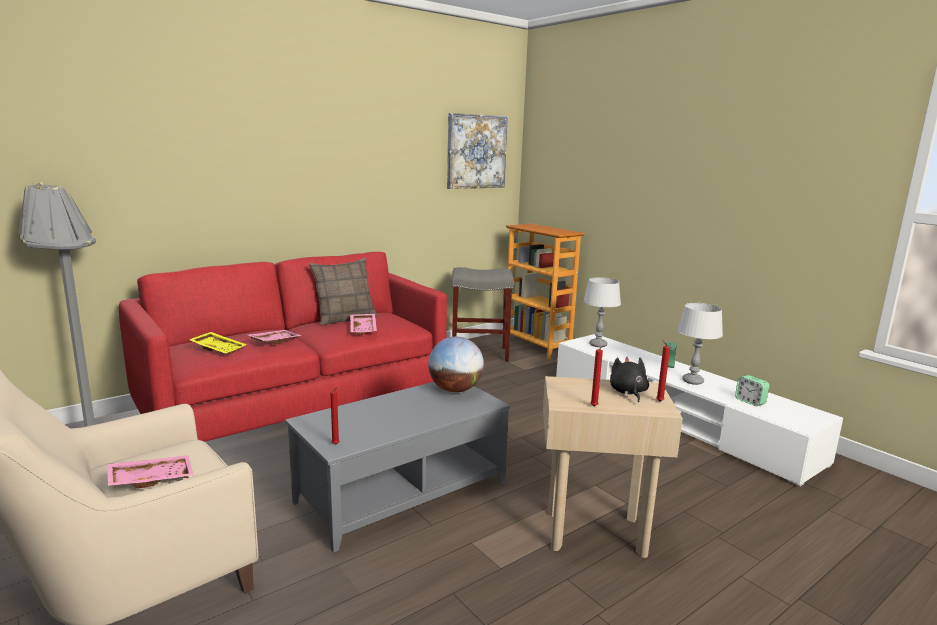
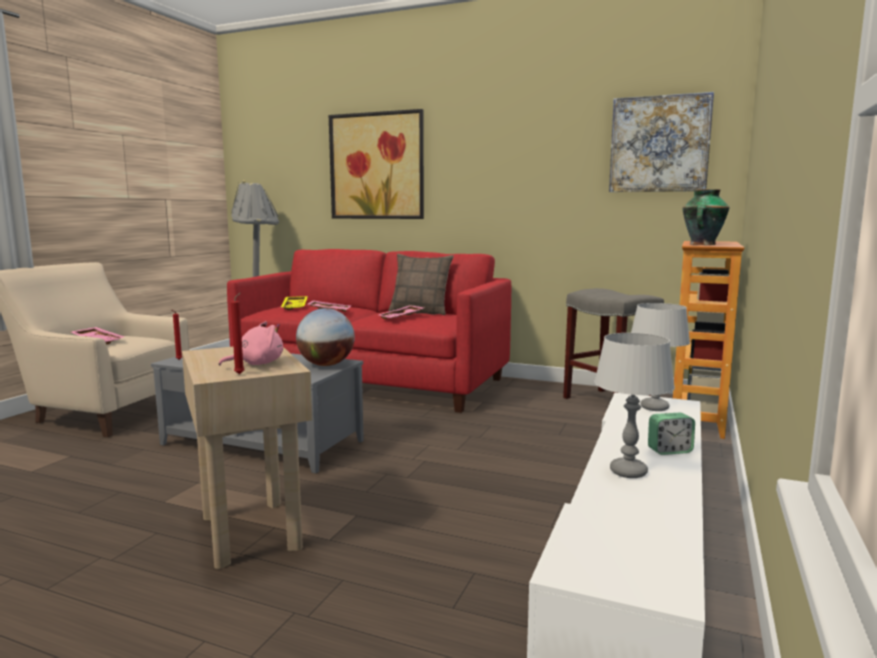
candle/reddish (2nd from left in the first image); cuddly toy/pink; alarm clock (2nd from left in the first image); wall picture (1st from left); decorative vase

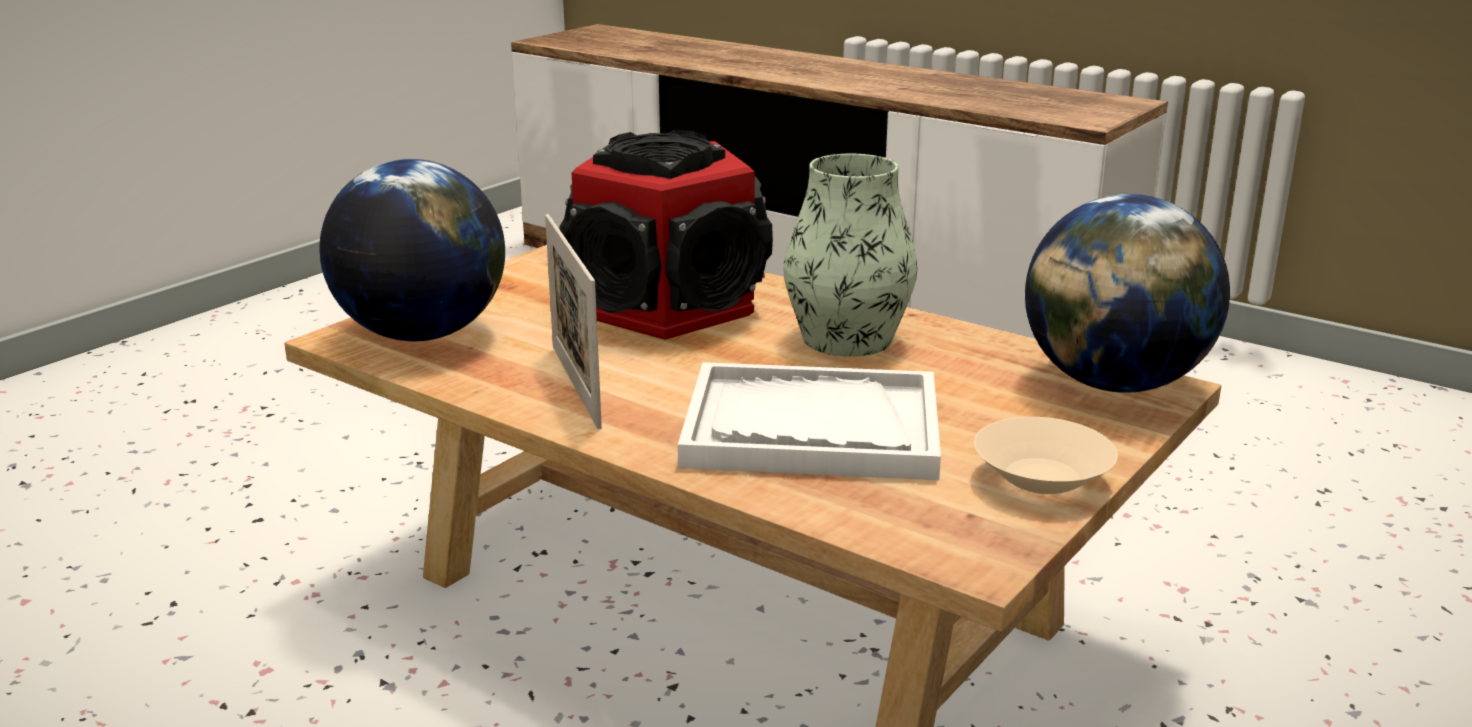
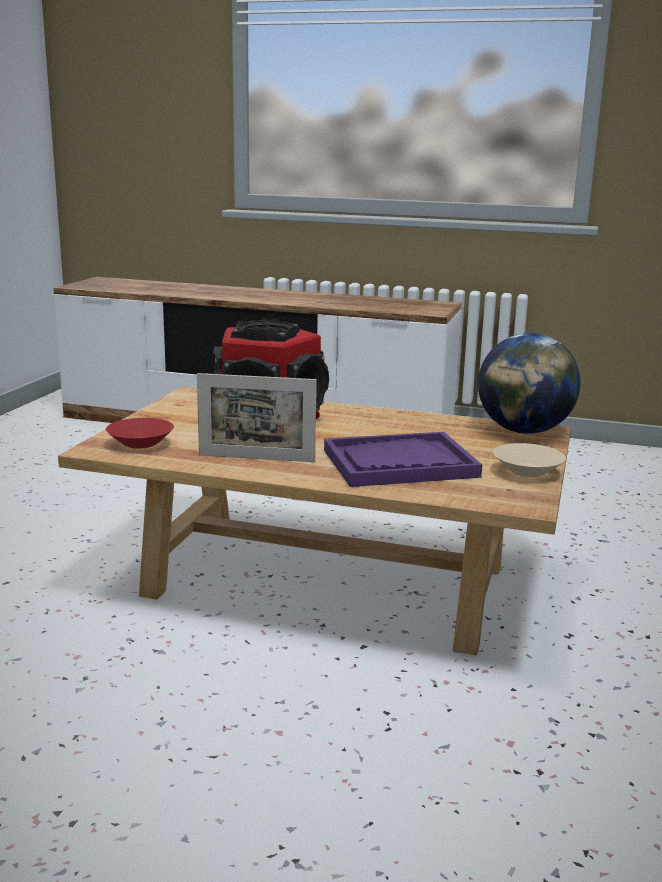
decorative vase; serving bowl/reddish; picture frame; carrying tray/purple

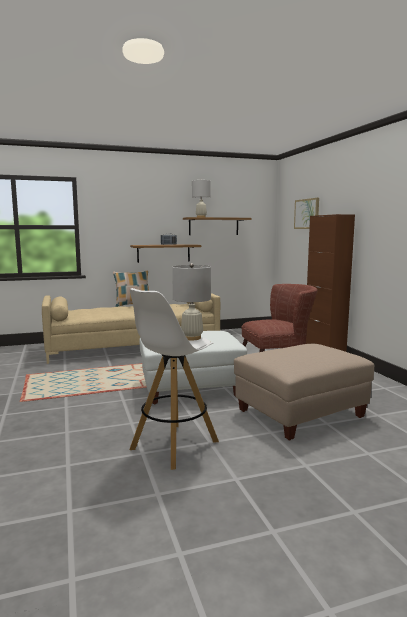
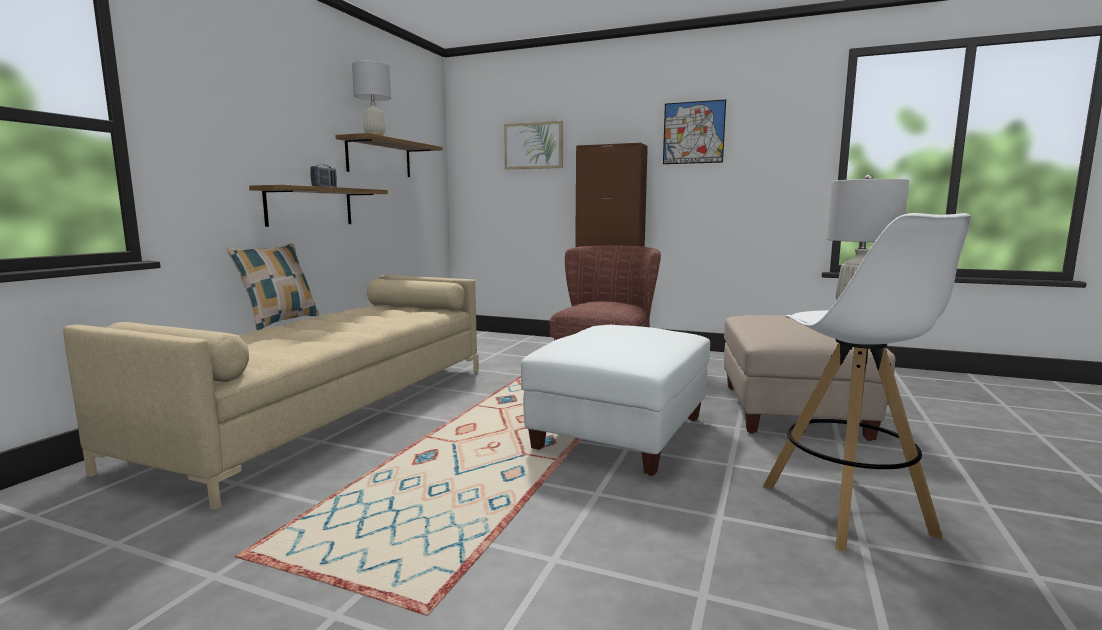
wall picture (2nd from left)

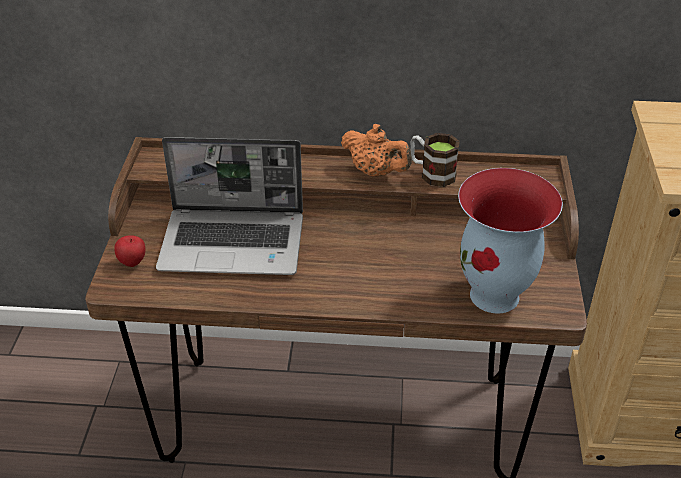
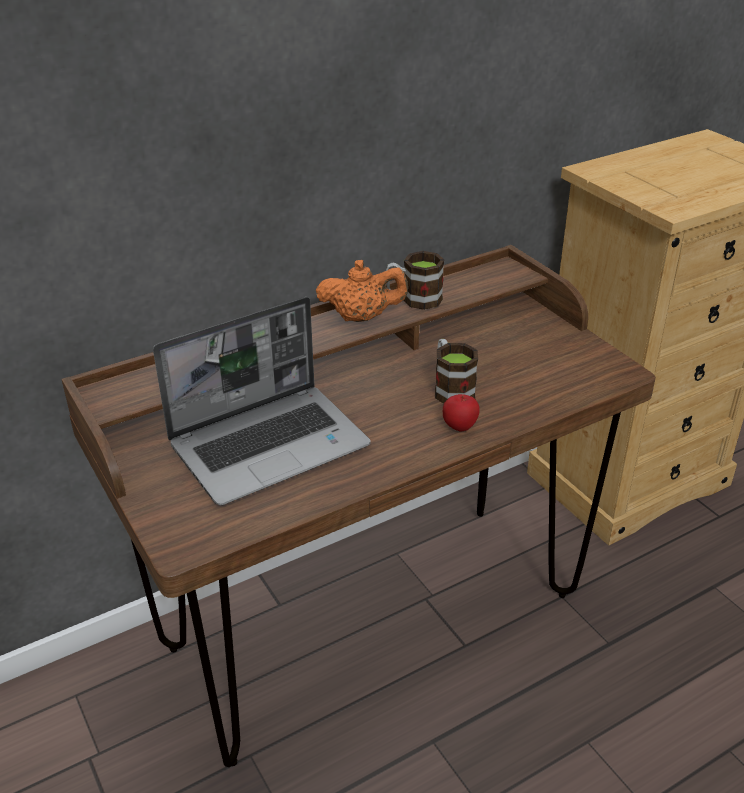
decorative vase; apple fruit; mug (2nd from left)

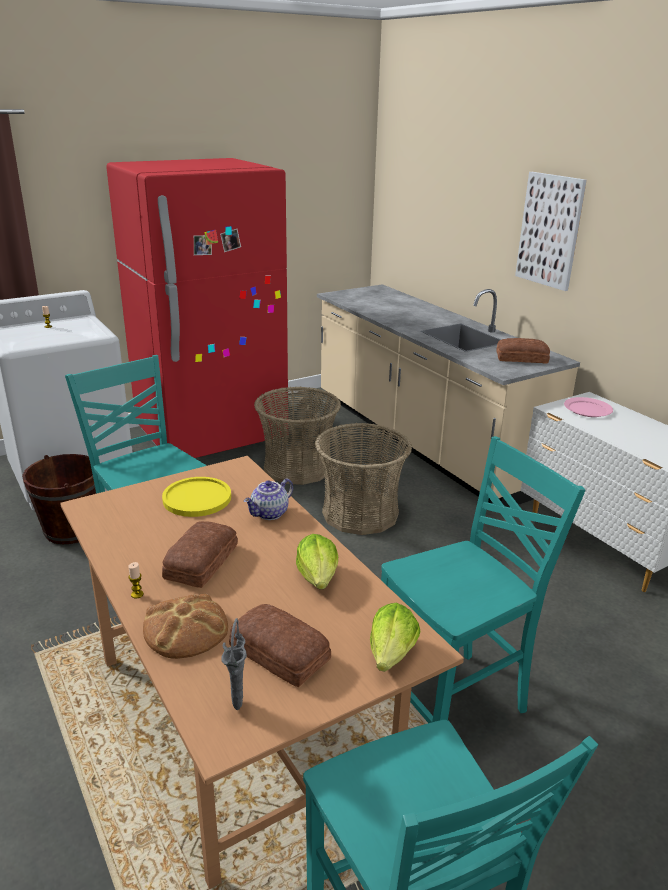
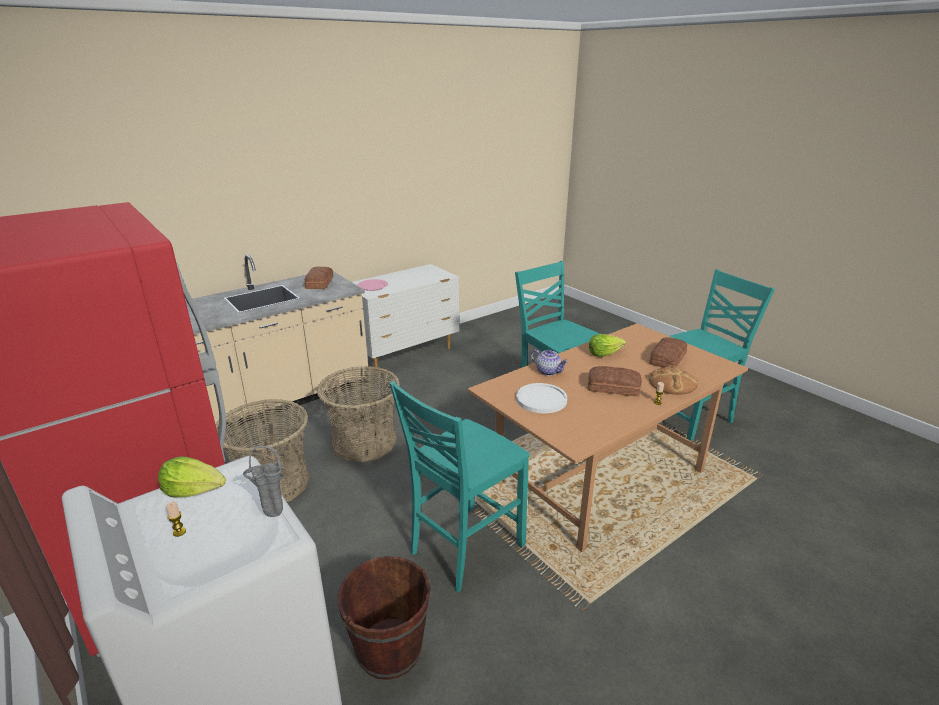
wall picture; dinner plate/whitish; lettuce (1st from left); decorative vase/grey

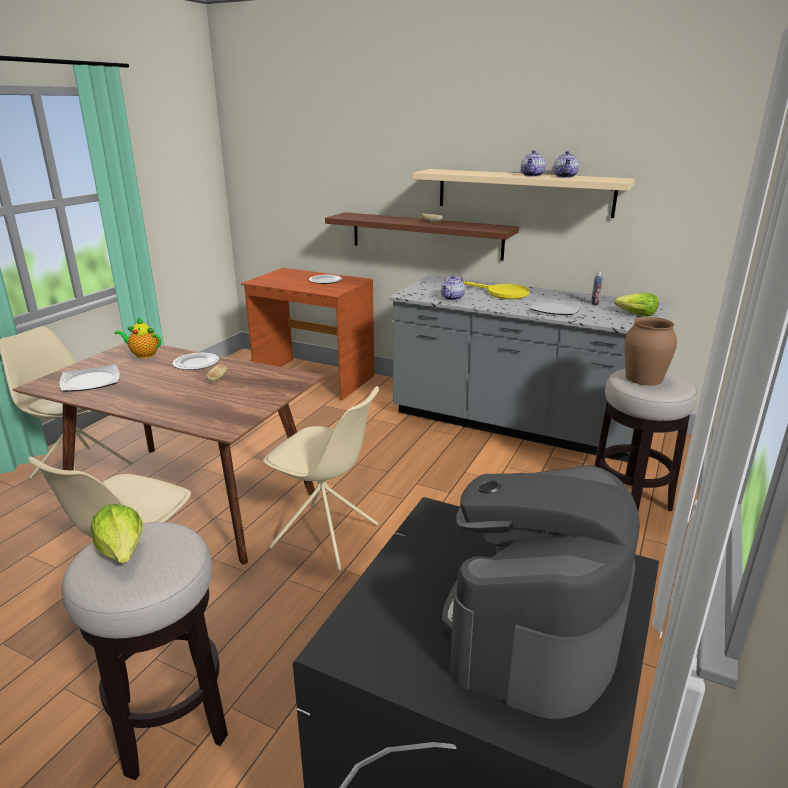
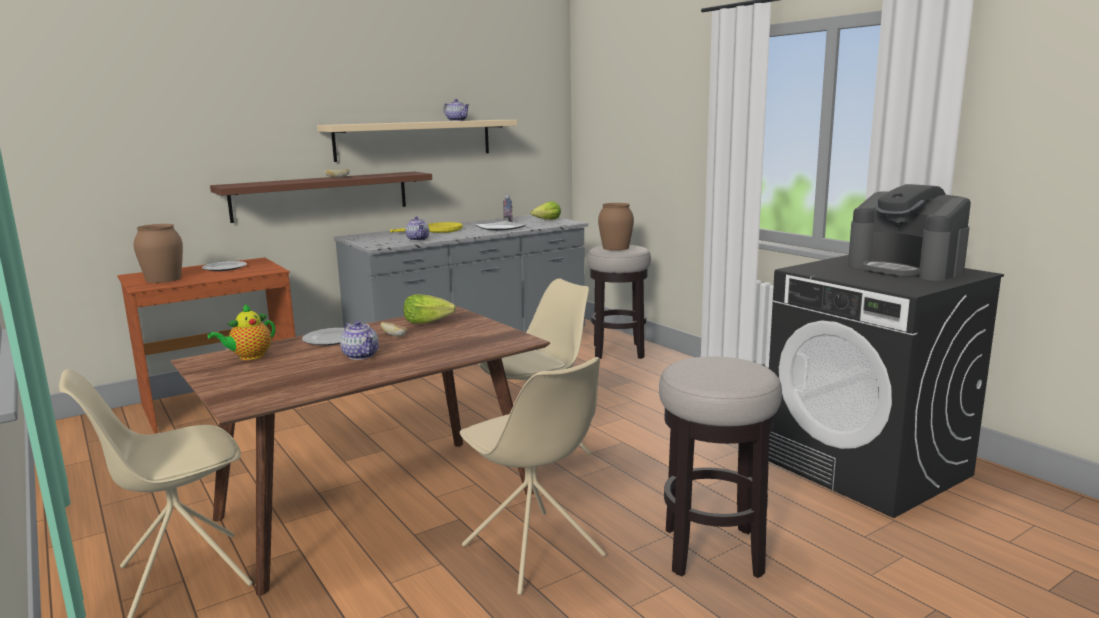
pot for tea (2nd from left); dinner plate (1st from left in the first image); lettuce (1st from left); decorative vase/brown-coloured (1st from left)

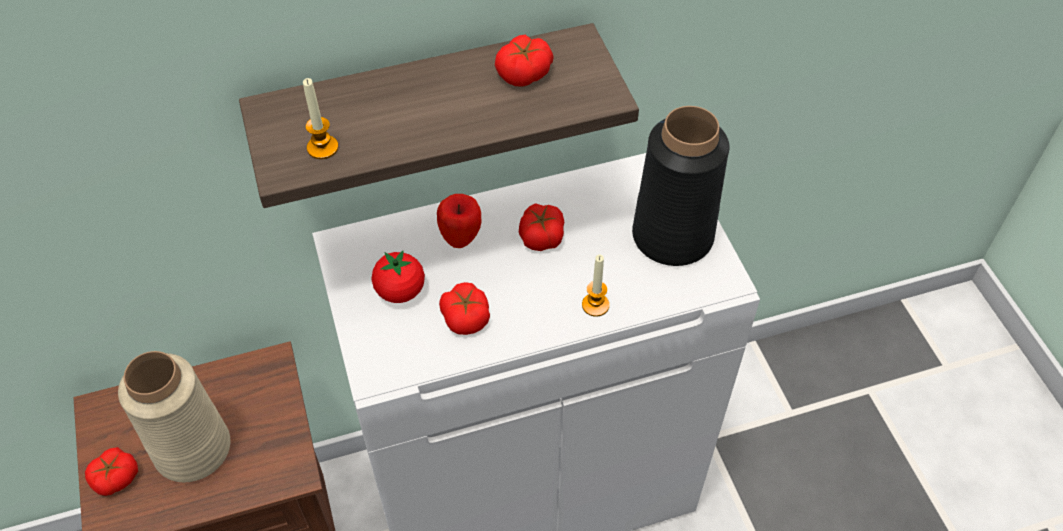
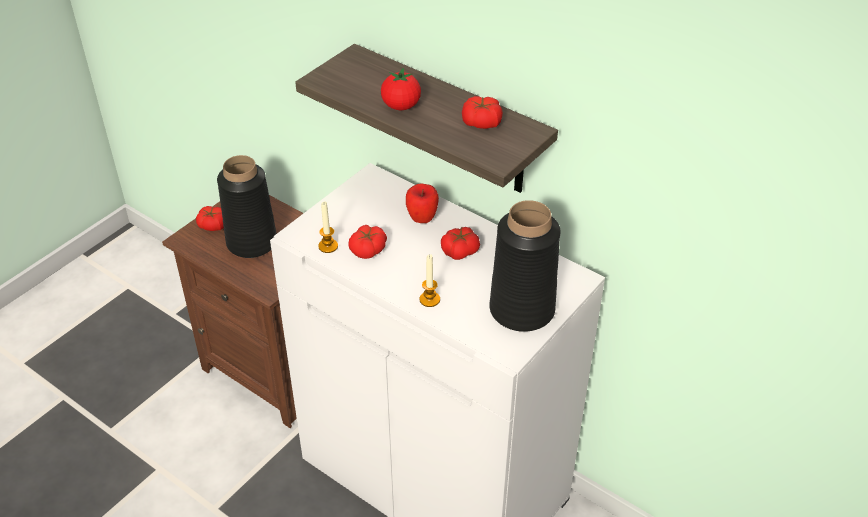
candle (1st from left); tomato (3rd from left); decorative vase/blackish (1st from left)

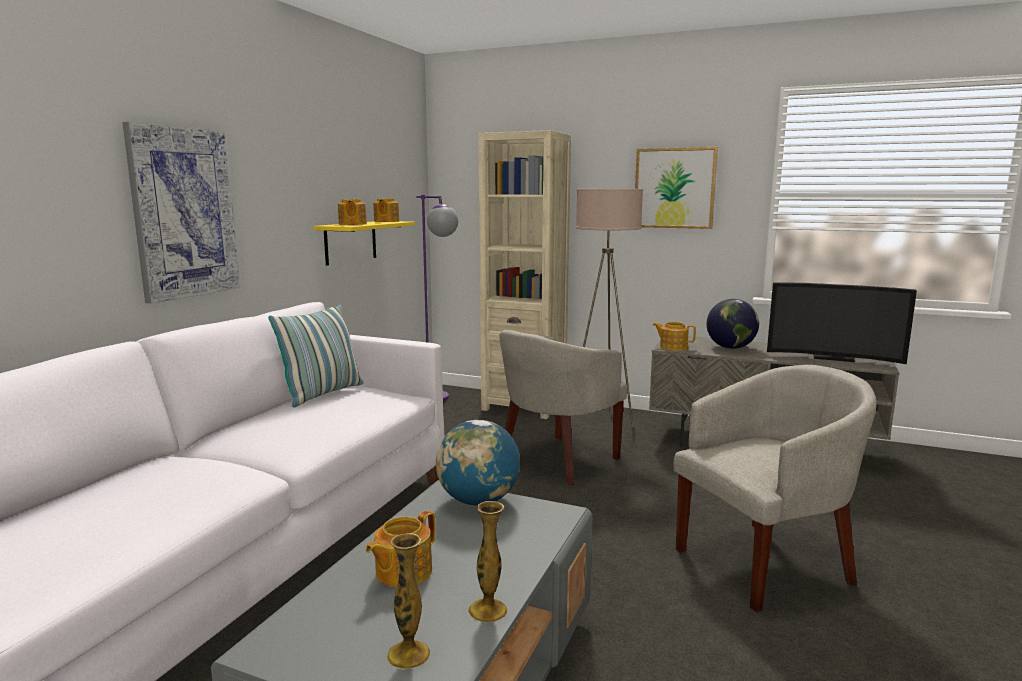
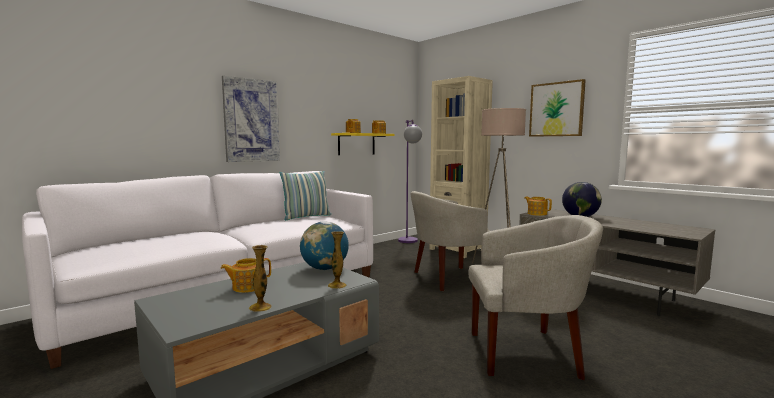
TV set; decorative vase (2nd from left)

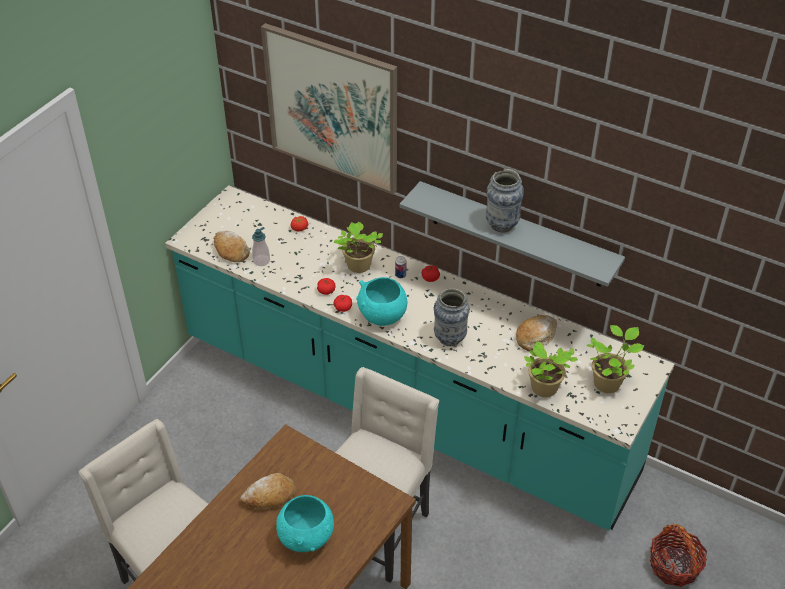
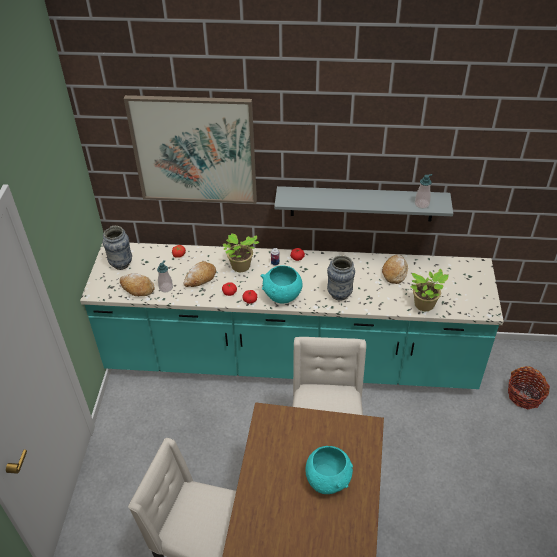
decorative vase (1st from left); plant in a pot (3rd from left in the first image); bread (2nd from left); soap dispenser (2nd from left)

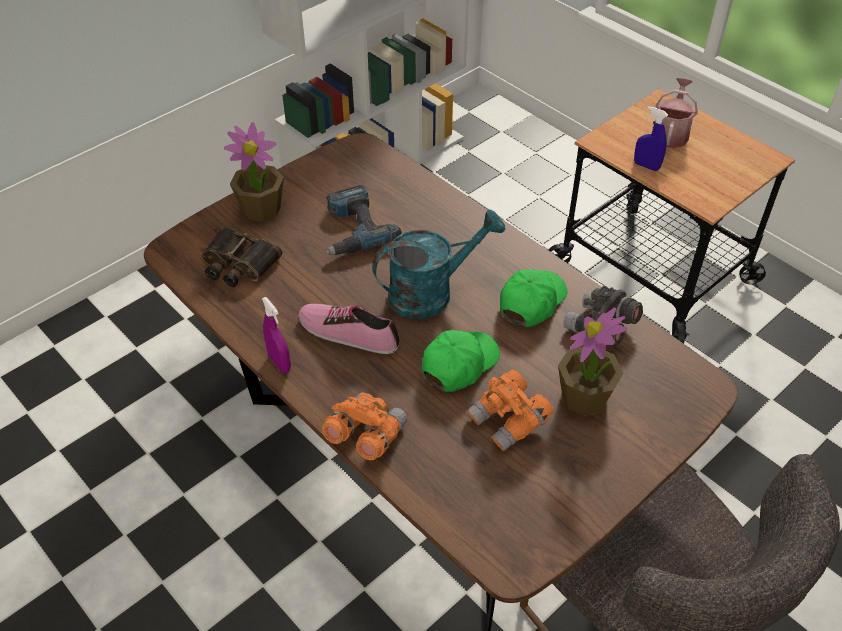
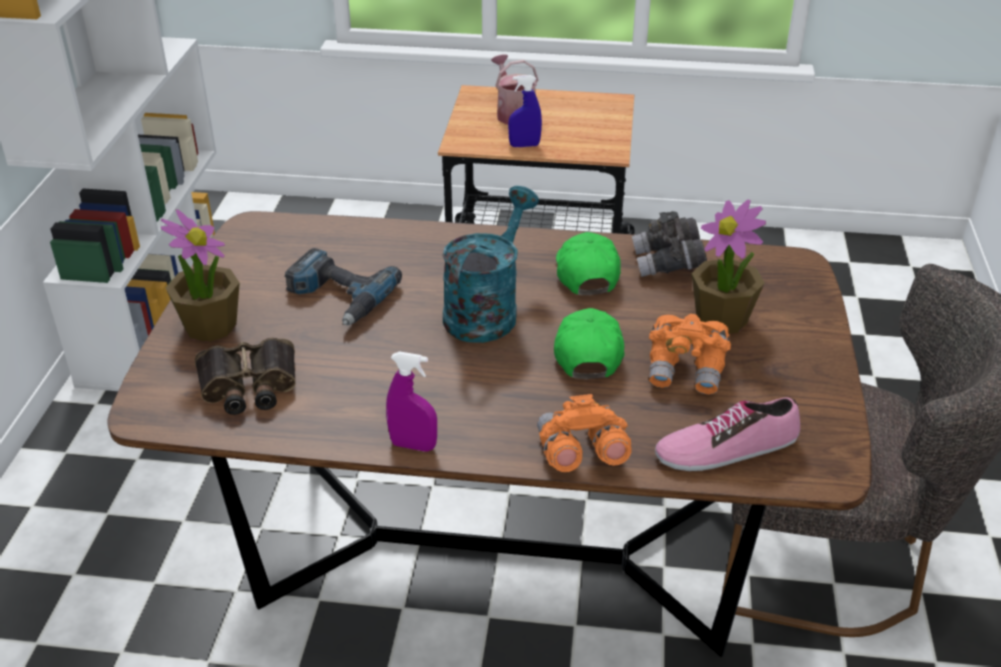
shoe

